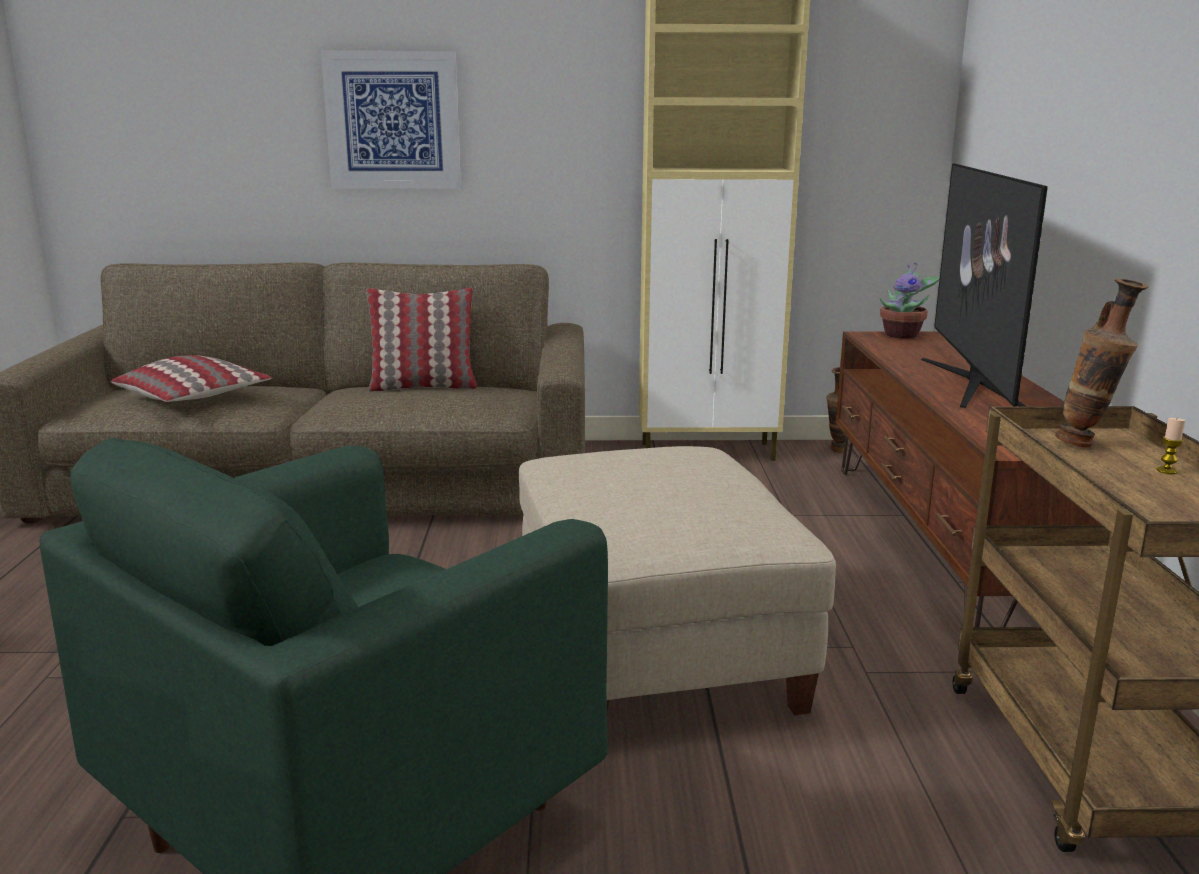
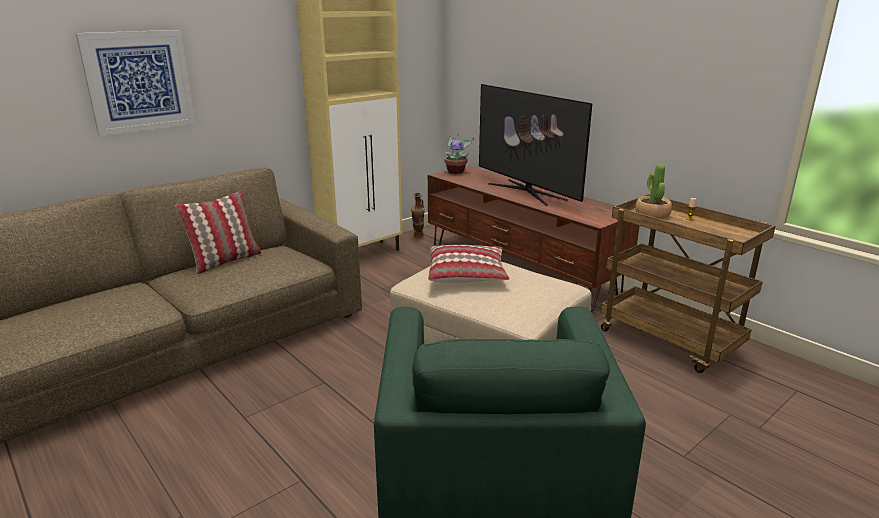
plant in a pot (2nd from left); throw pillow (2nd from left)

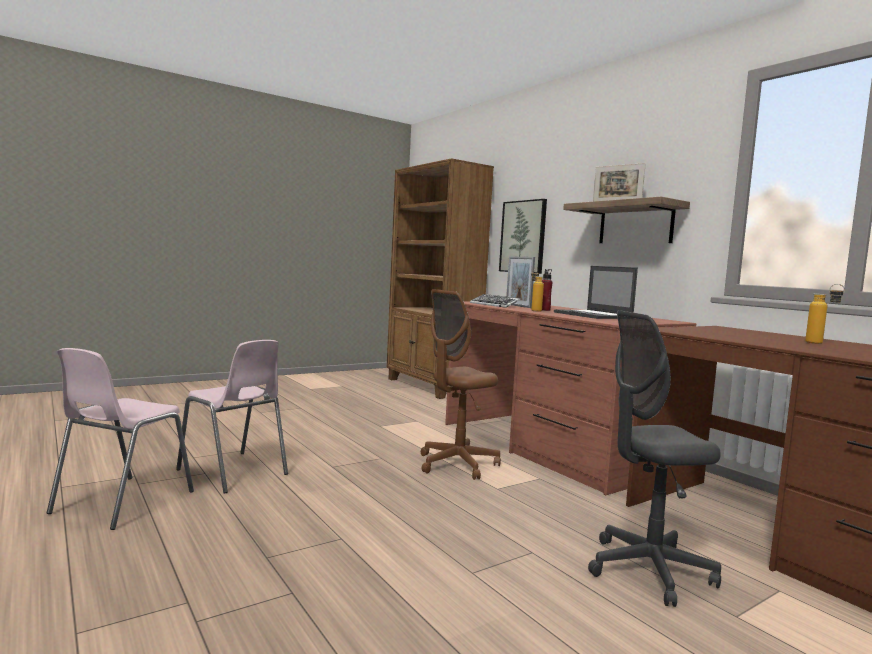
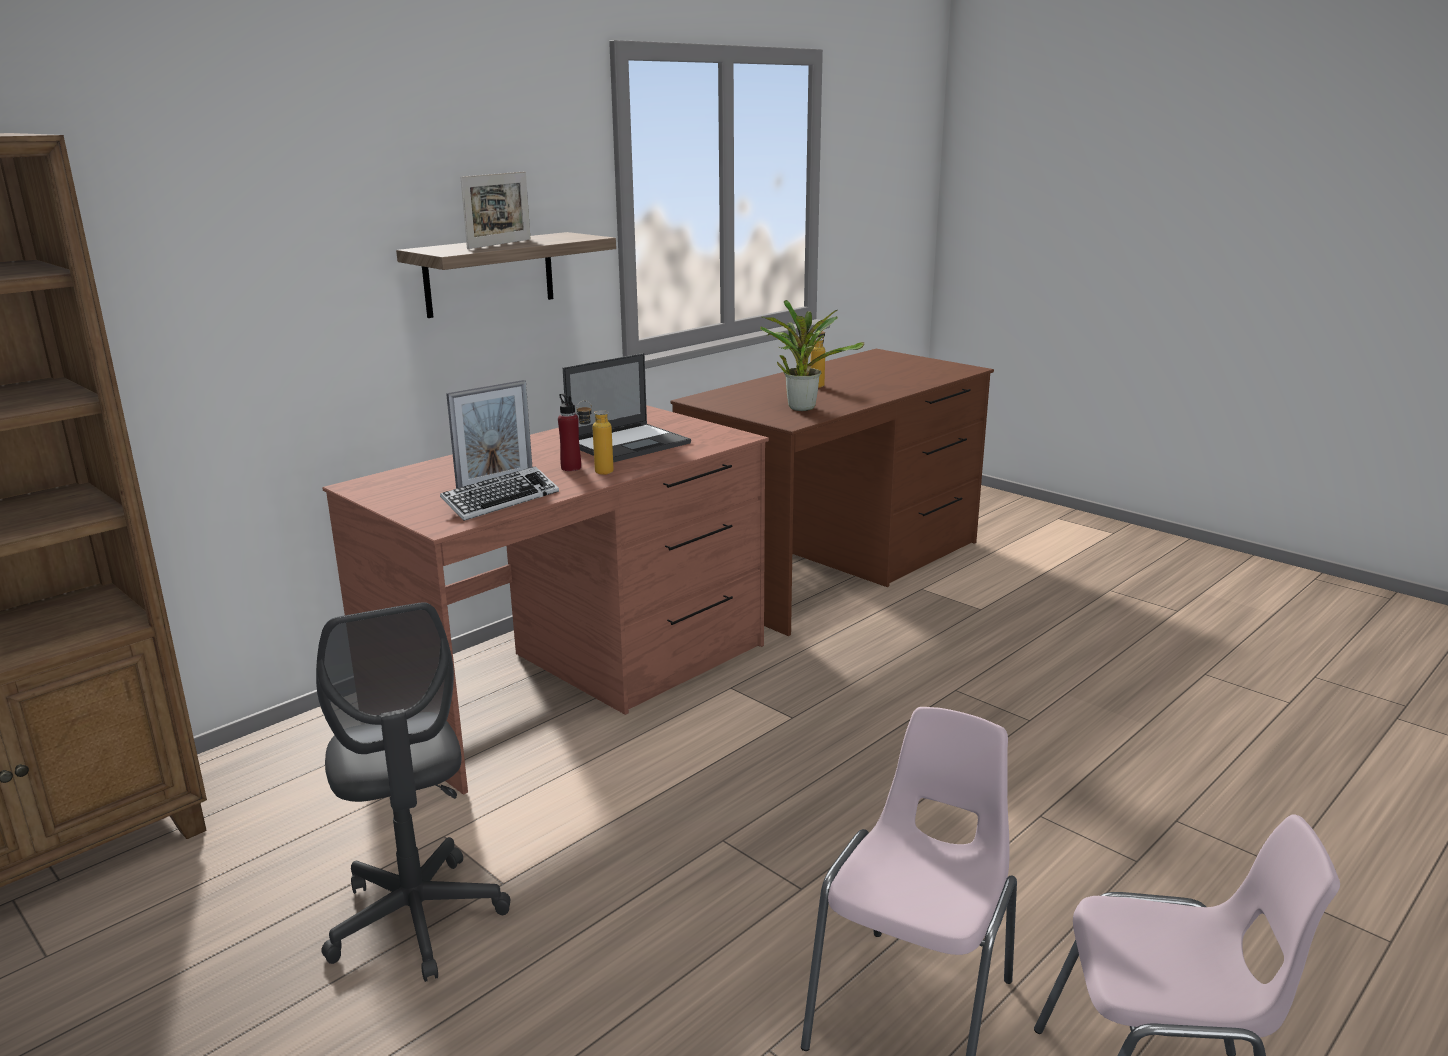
wall picture; desk chair/brown-coloured; desk chair/grey; plant in a pot

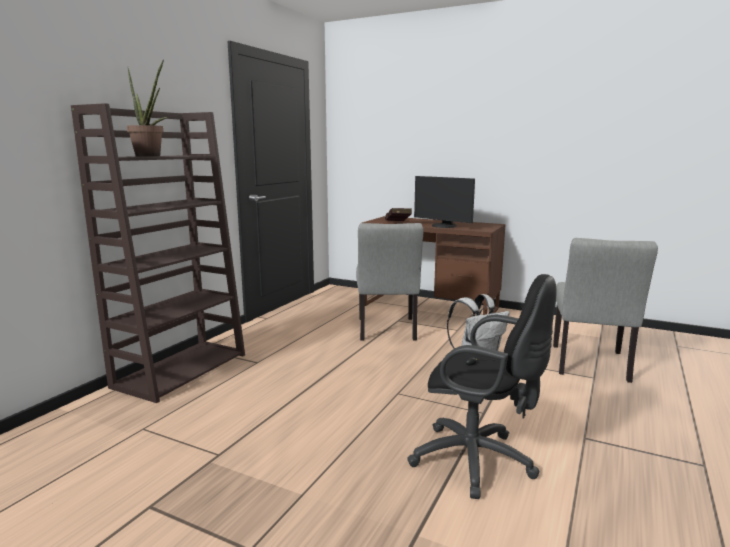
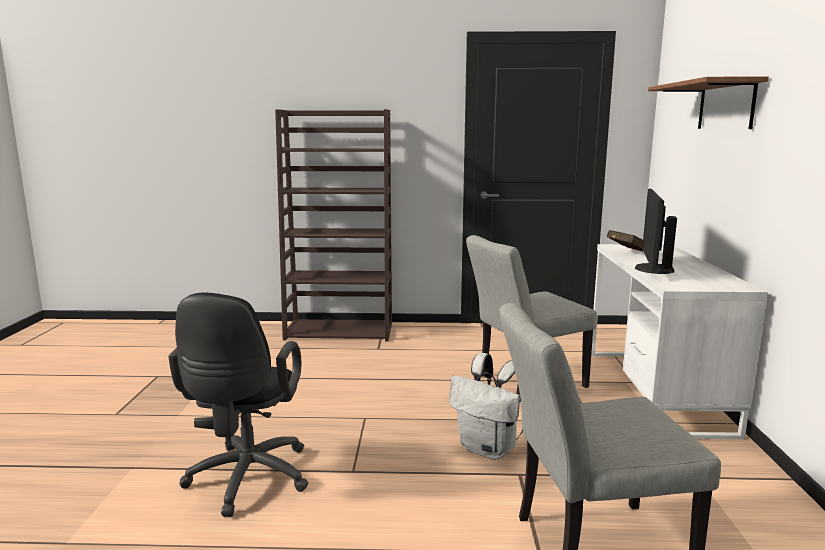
plant in a pot; desk unit/whitish; shelf

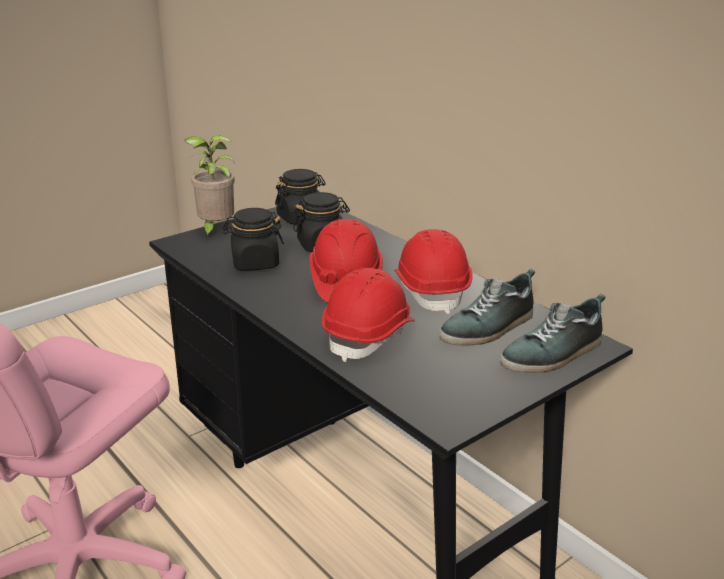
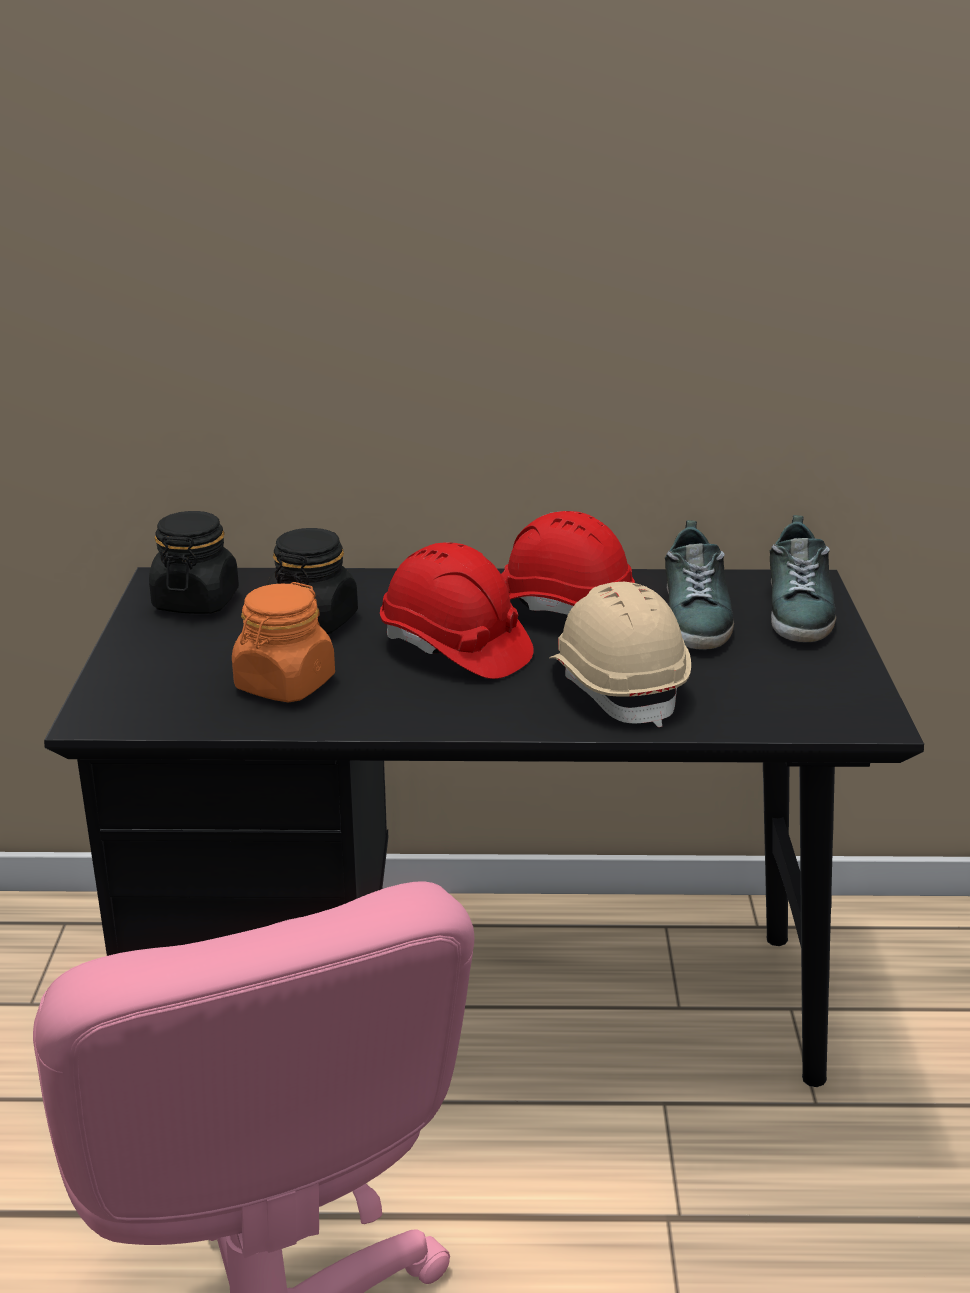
plant in a pot; preserve jar/orange-coloured; safety helmet/sand-coloured

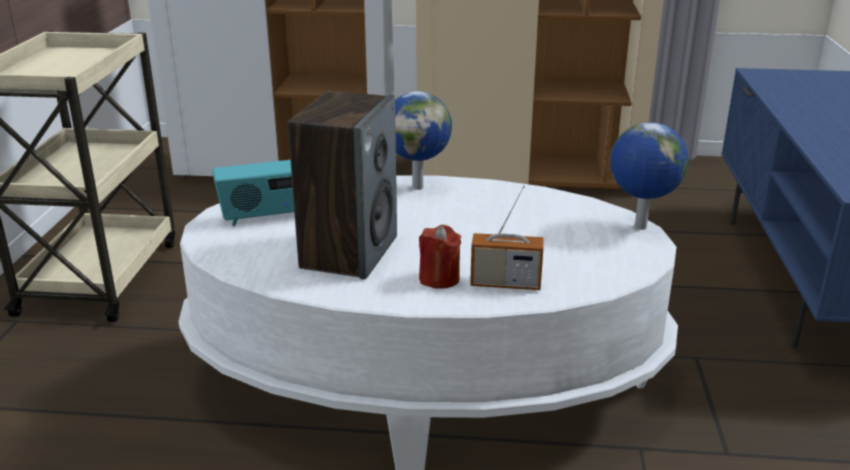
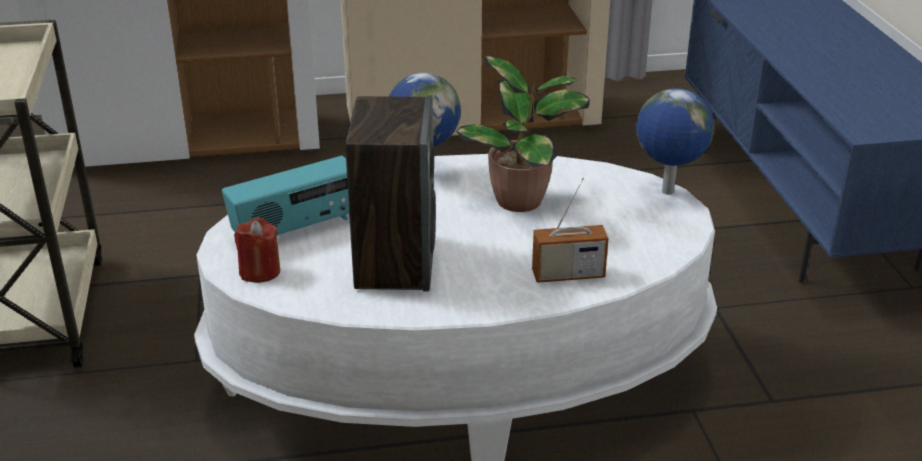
candle/reddish; plant in a pot

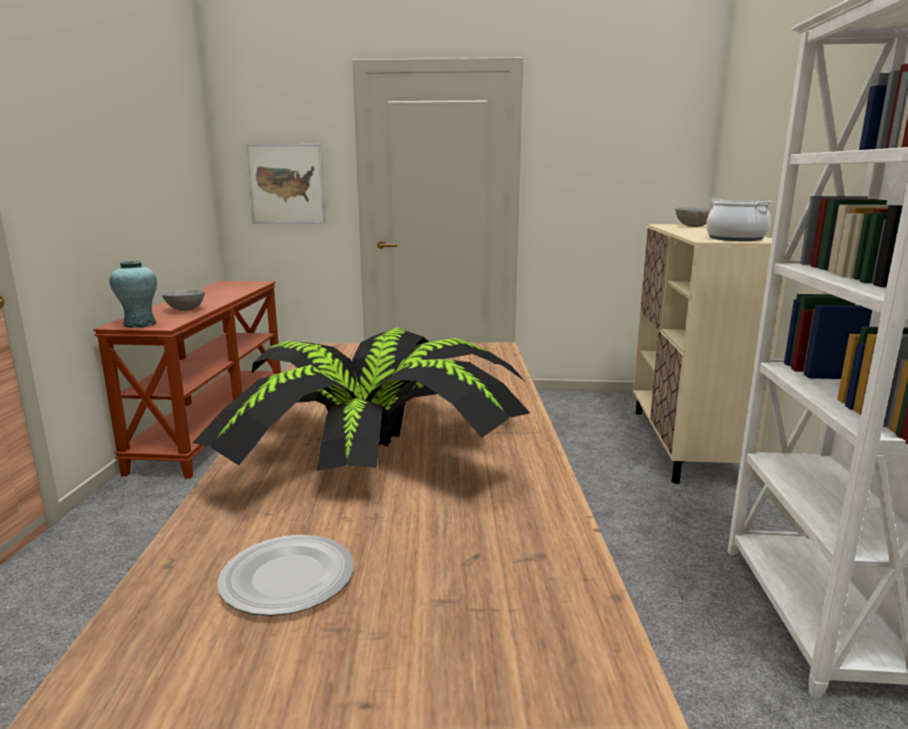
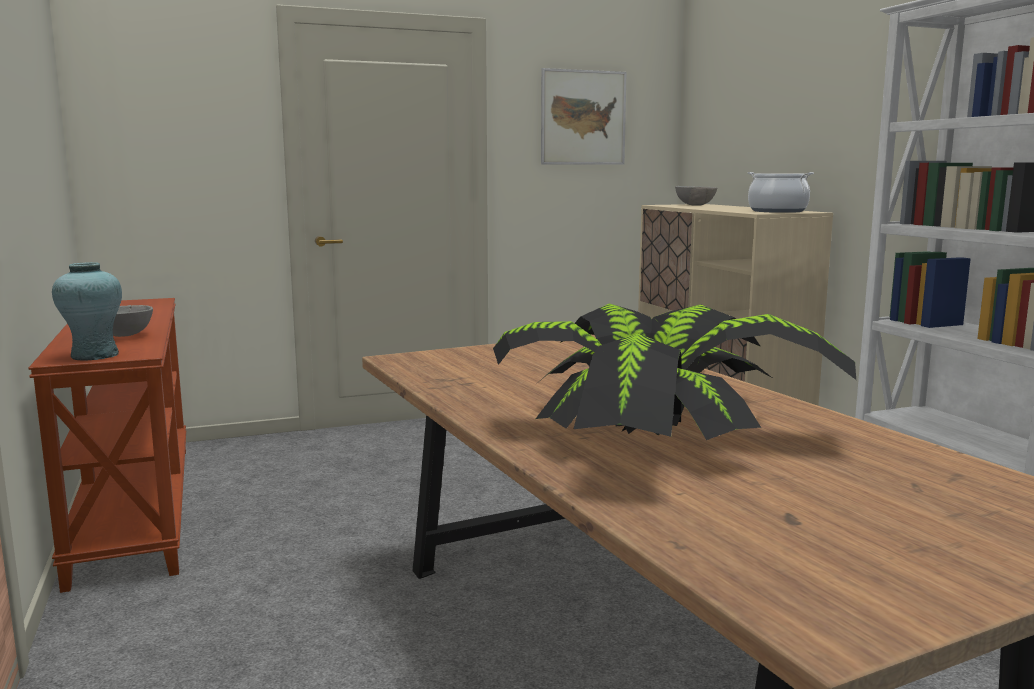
wall picture; dinner plate

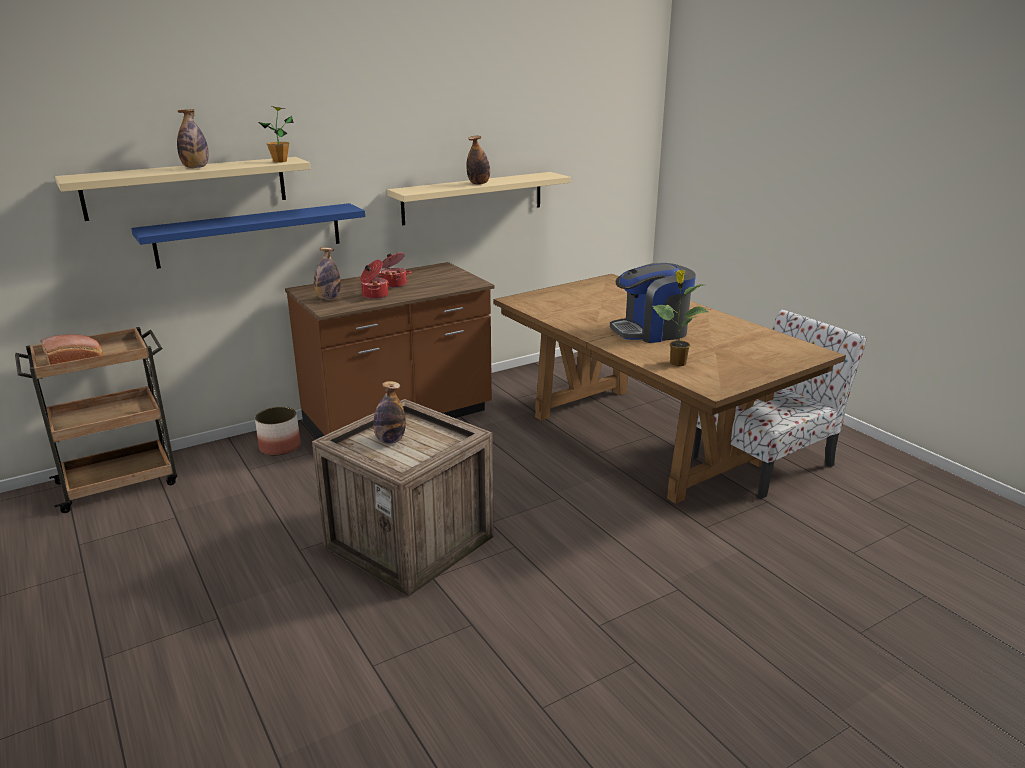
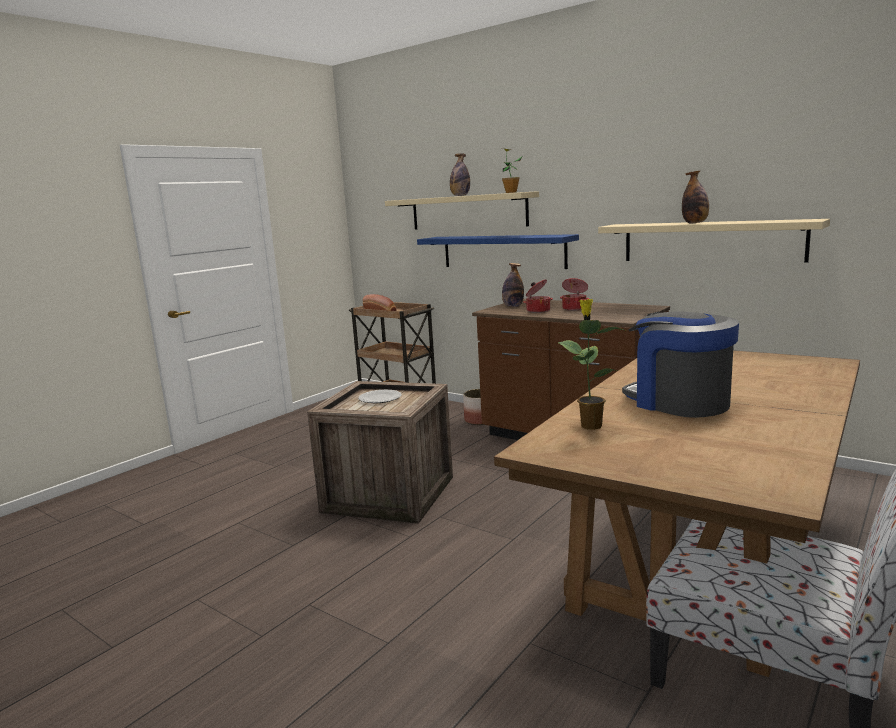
dinner plate

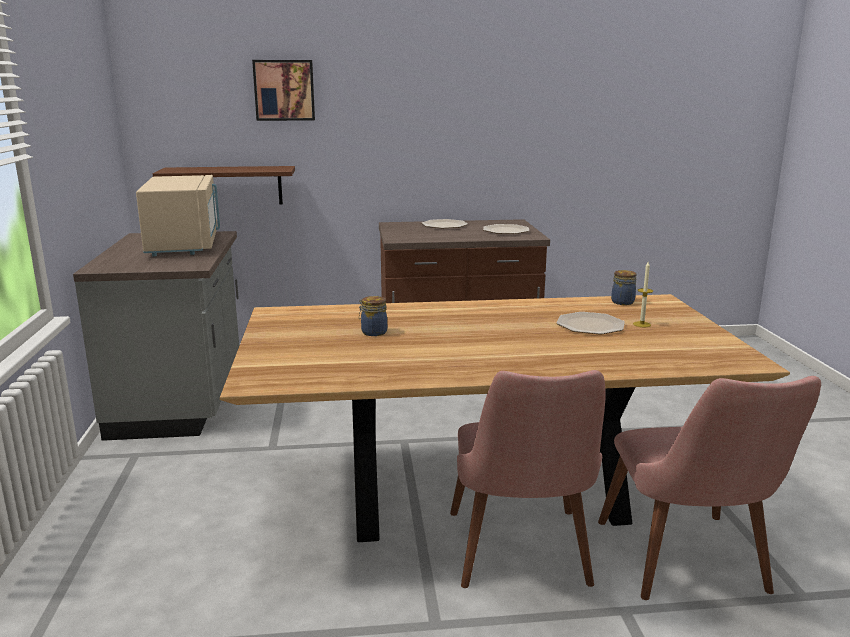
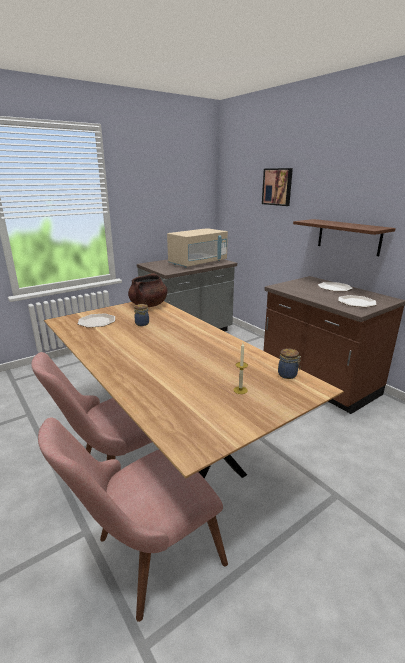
shelf/brown-coloured; dinner plate (1st from left); stockpot/brown-coloured

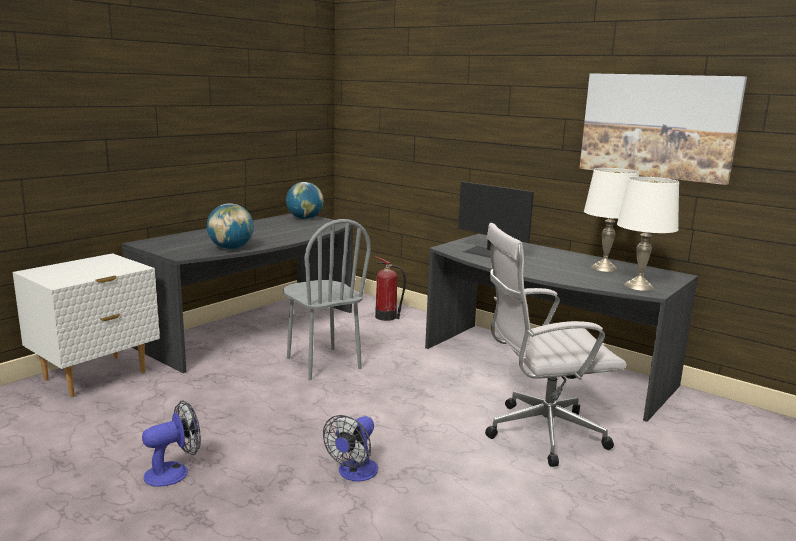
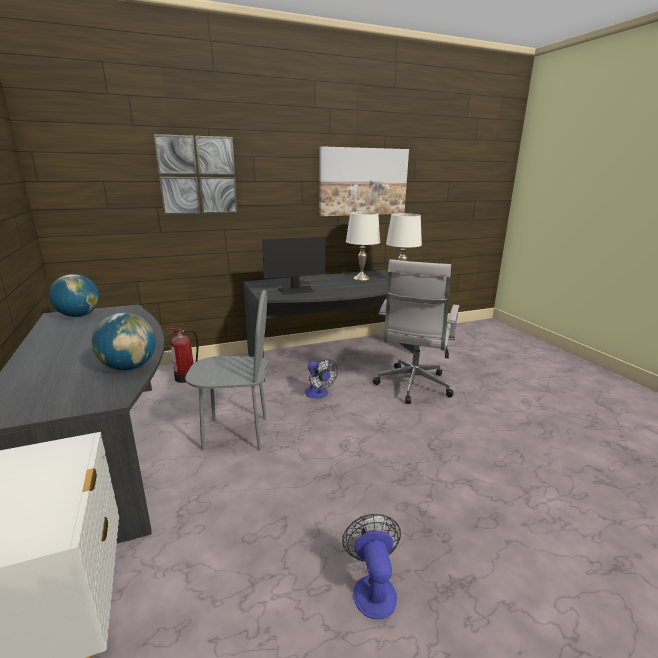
fan (1st from left); wall picture (1st from left)

